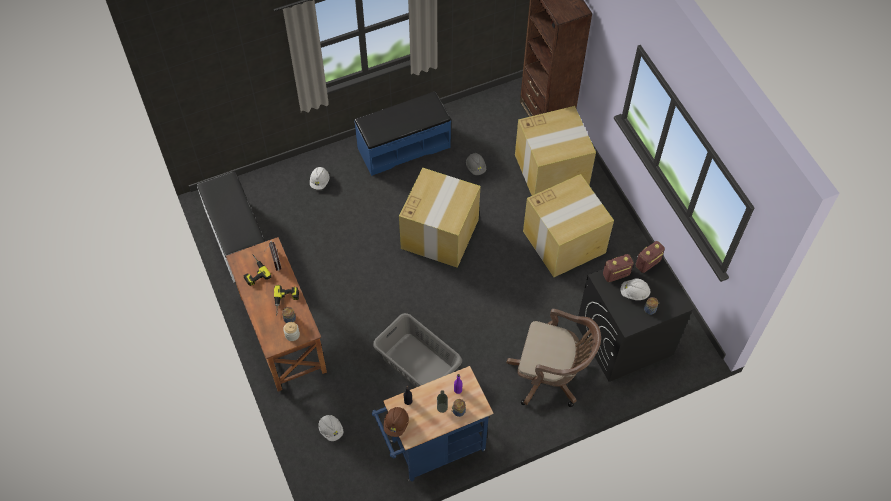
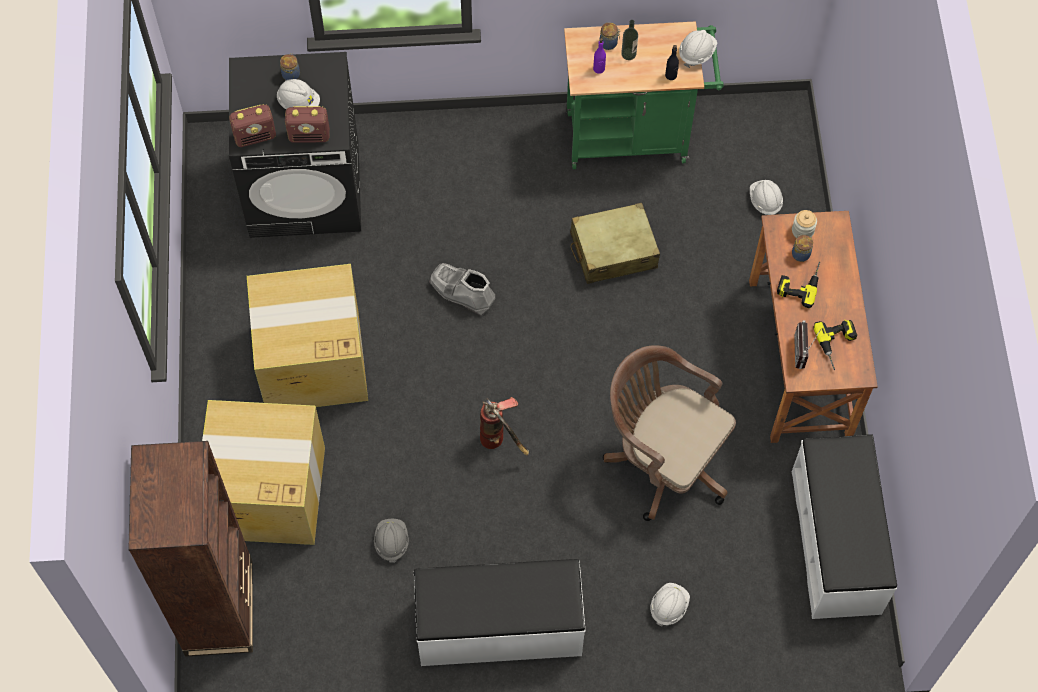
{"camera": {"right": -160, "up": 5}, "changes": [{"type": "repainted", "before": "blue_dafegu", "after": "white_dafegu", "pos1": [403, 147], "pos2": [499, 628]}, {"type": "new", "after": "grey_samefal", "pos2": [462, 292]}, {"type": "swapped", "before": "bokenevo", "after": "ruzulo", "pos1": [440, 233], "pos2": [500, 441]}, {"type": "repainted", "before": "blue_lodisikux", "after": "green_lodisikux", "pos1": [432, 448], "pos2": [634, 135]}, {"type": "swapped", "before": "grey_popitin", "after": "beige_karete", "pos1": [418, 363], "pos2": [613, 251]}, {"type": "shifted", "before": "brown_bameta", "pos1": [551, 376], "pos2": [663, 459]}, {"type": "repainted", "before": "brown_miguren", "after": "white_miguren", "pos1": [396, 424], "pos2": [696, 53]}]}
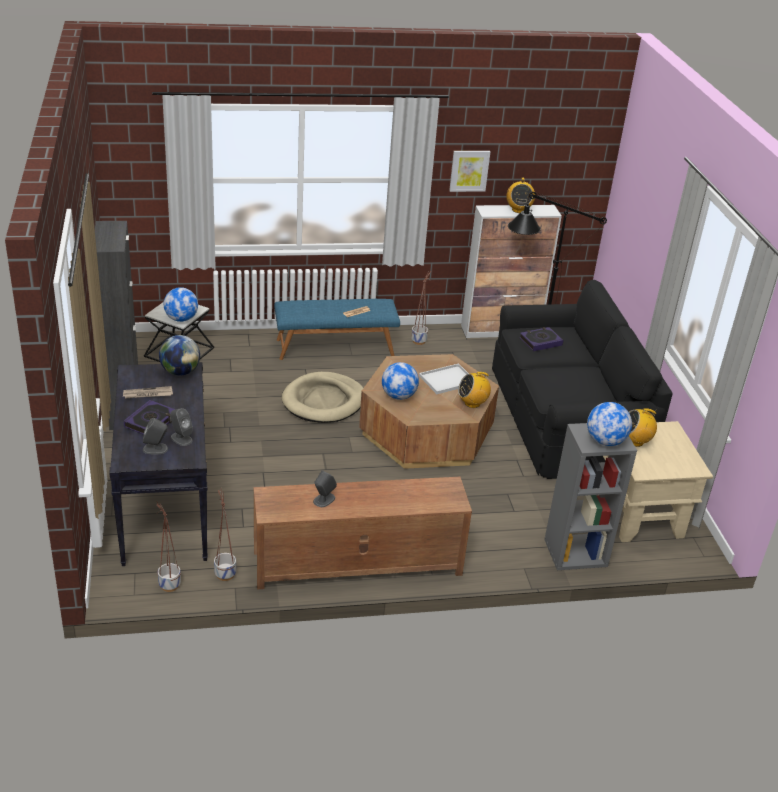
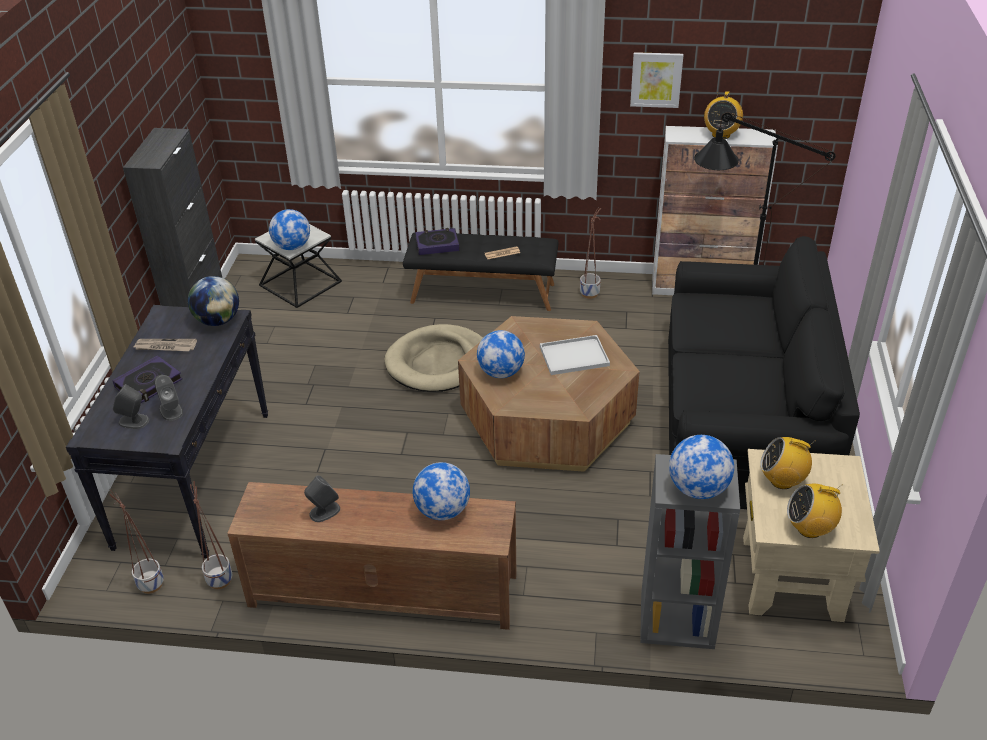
{"camera": {"right": 20, "up": 5}, "changes": [{"type": "repainted", "before": "blue_dafegu", "after": "black_dafegu", "pos1": [335, 347], "pos2": [483, 293]}, {"type": "new", "after": "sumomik", "pos2": [442, 511]}, {"type": "shifted", "before": "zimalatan", "pos1": [540, 341], "pos2": [437, 244]}, {"type": "shifted", "before": "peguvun", "pos1": [472, 403], "pos2": [810, 528]}]}
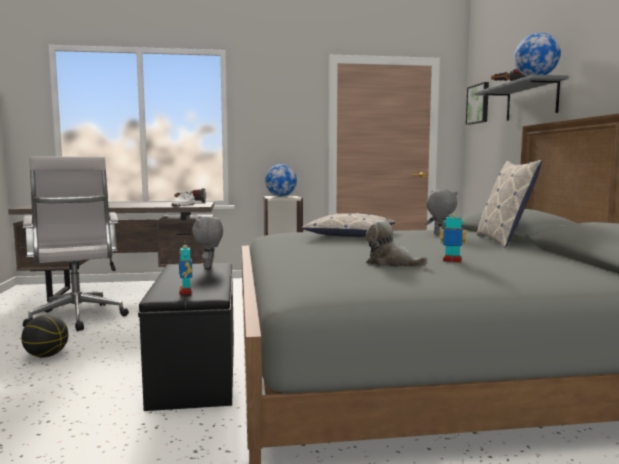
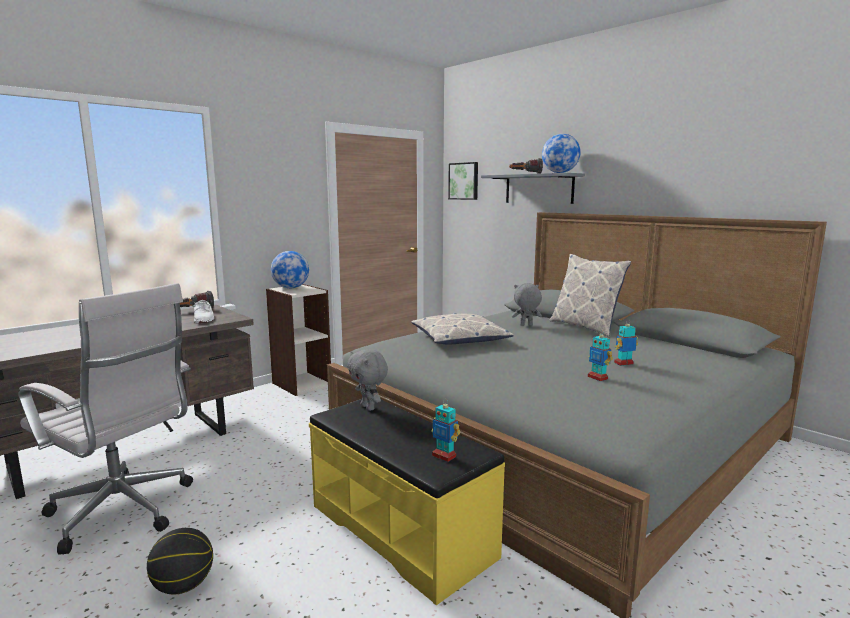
{"camera": {"right": -35, "up": 5}, "changes": [{"type": "repainted", "before": "black_dafegu", "after": "yellow_dafegu", "pos1": [197, 369], "pos2": [401, 529]}, {"type": "swapped", "before": "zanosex", "after": "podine", "pos1": [391, 263], "pos2": [598, 378]}]}
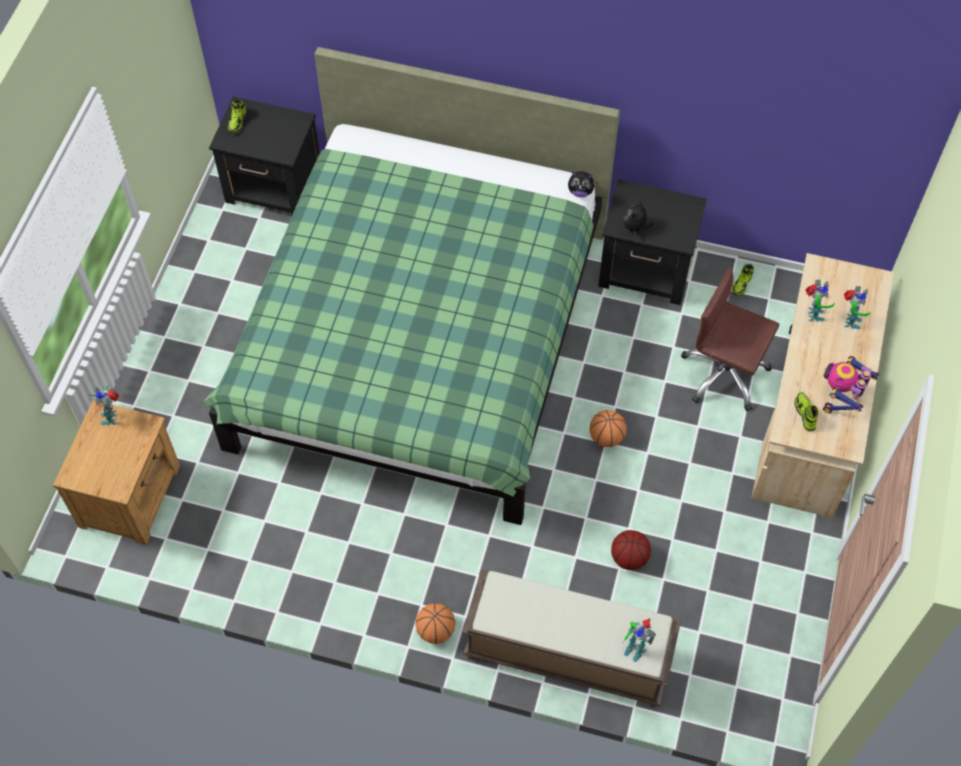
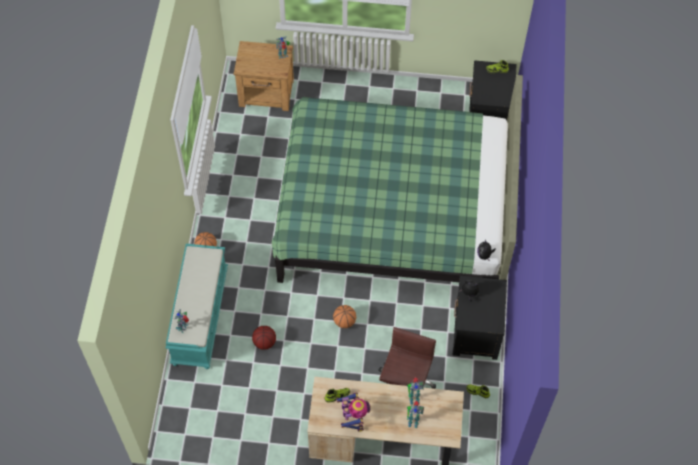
{"camera": {"right": 80, "up": 0}, "changes": [{"type": "repainted", "before": "brown_dafegu", "after": "turquoise_dafegu", "pos1": [566, 654], "pos2": [199, 315]}, {"type": "rotated", "before": "podine", "pos1": [841, 397], "pos2": [353, 417], "turn": 60}]}
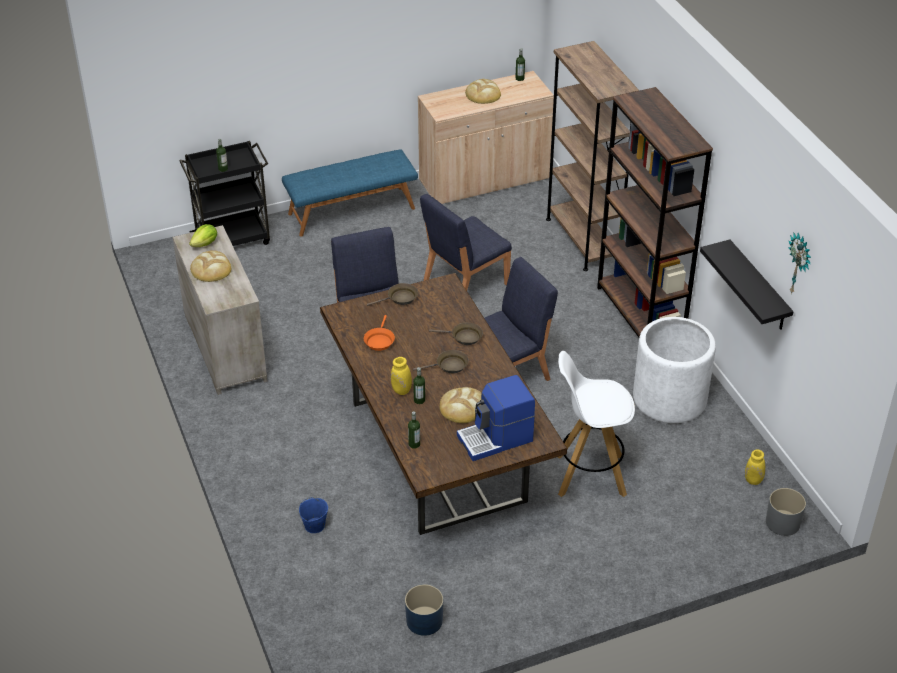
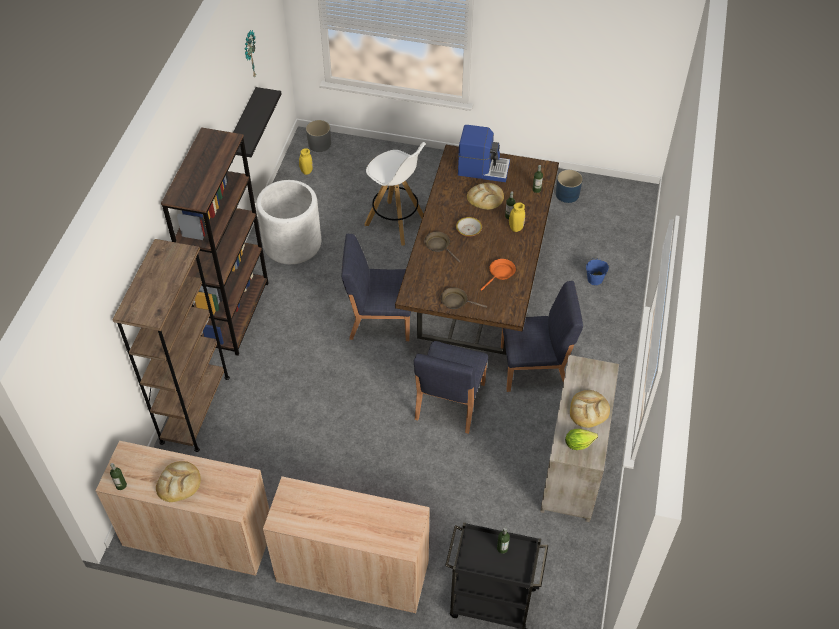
{"camera": {"right": -145, "up": 10}, "changes": [{"type": "swapped", "before": "blue_dafegu", "after": "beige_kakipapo", "pos1": [351, 210], "pos2": [353, 572]}, {"type": "swapped", "before": "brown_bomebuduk", "after": "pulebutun", "pos1": [449, 366], "pos2": [468, 230]}, {"type": "shifted", "before": "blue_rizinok", "pos1": [464, 283], "pos2": [535, 368]}]}
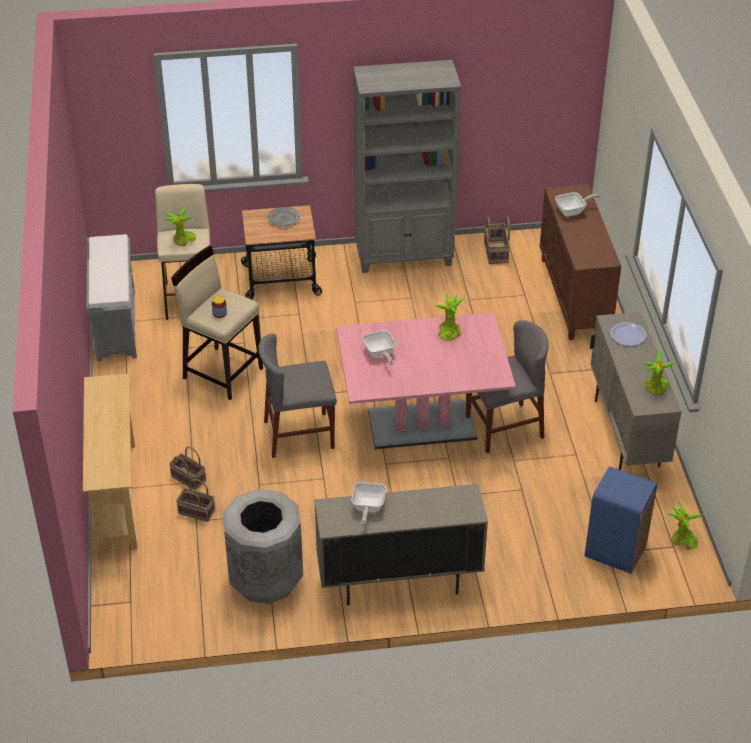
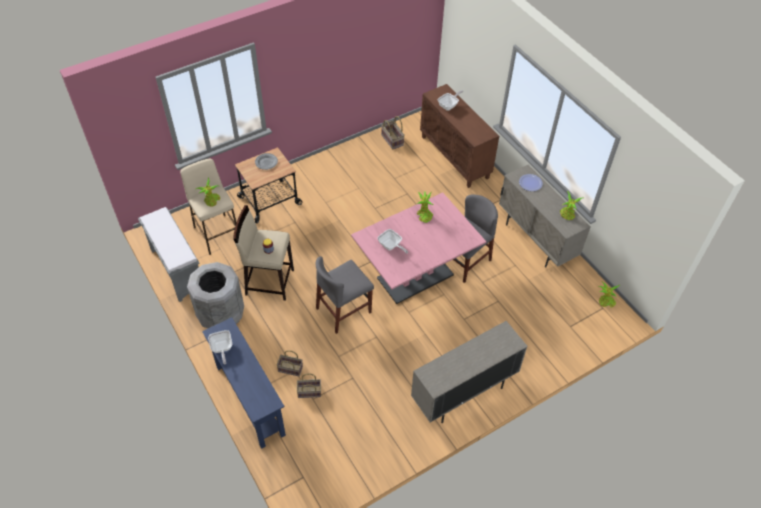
{"camera": {"right": -25, "up": 10}, "changes": [{"type": "shifted", "before": "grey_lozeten", "pos1": [265, 579], "pos2": [221, 315]}, {"type": "repainted", "before": "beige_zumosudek", "after": "blue_zumosudek", "pos1": [116, 496], "pos2": [249, 400]}, {"type": "shifted", "before": "bomebuduk", "pos1": [367, 508], "pos2": [222, 349]}, {"type": "gone", "before": "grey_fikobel", "pos1": [404, 256]}, {"type": "gone", "before": "blue_lozeten", "pos1": [615, 552]}]}
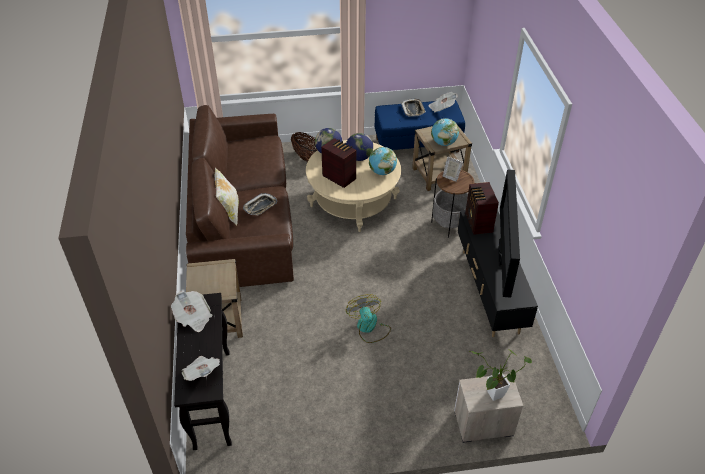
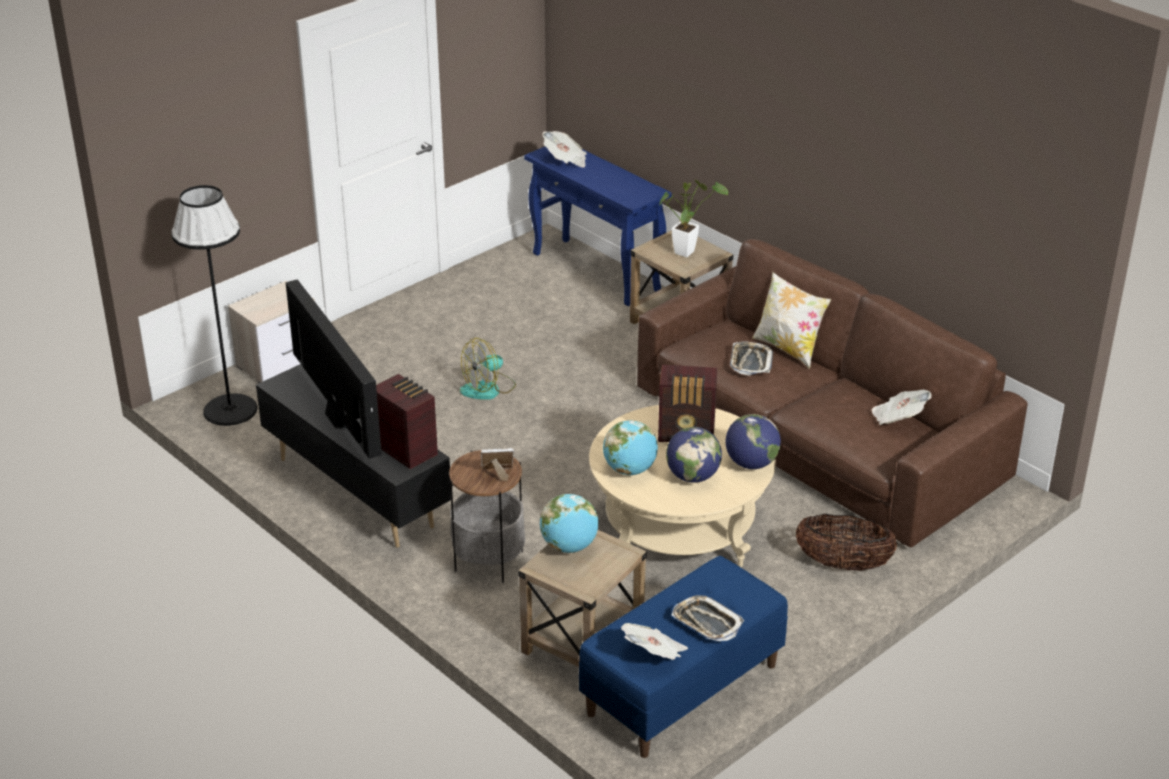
{"camera": {"right": 145, "up": -10}, "changes": [{"type": "new", "after": "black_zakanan", "pos2": [230, 410]}, {"type": "rotated", "before": "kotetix", "pos1": [369, 328], "pos2": [488, 389], "turn": 105}, {"type": "repainted", "before": "black_zumosudek", "after": "blue_zumosudek", "pos1": [212, 397], "pos2": [597, 272]}, {"type": "shifted", "before": "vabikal", "pos1": [491, 395], "pos2": [687, 250]}, {"type": "shifted", "before": "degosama", "pos1": [193, 318], "pos2": [898, 417]}]}
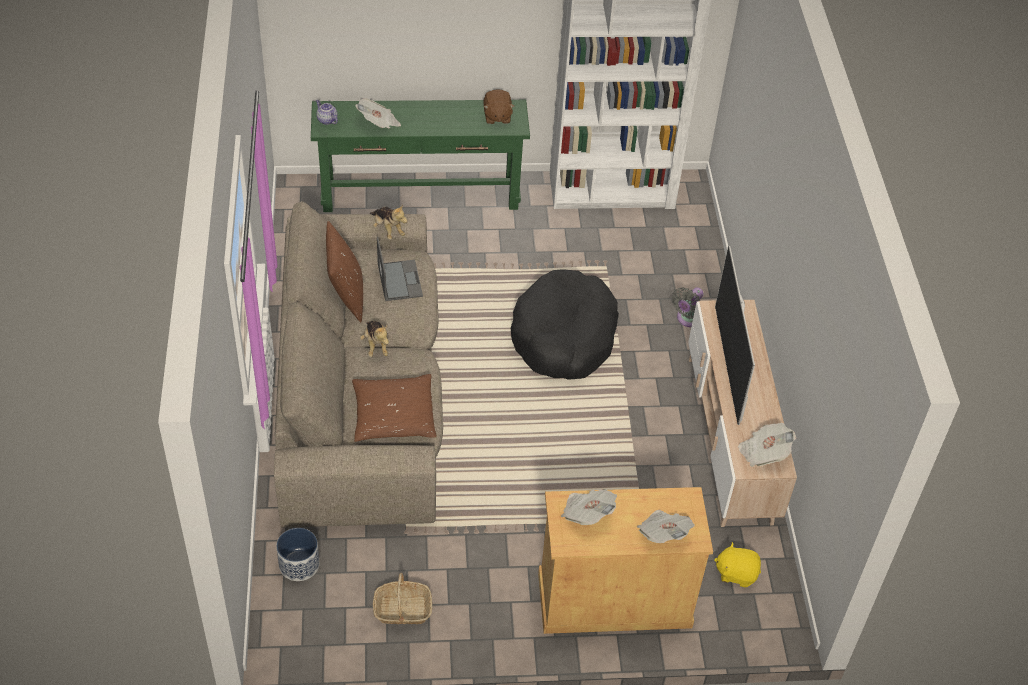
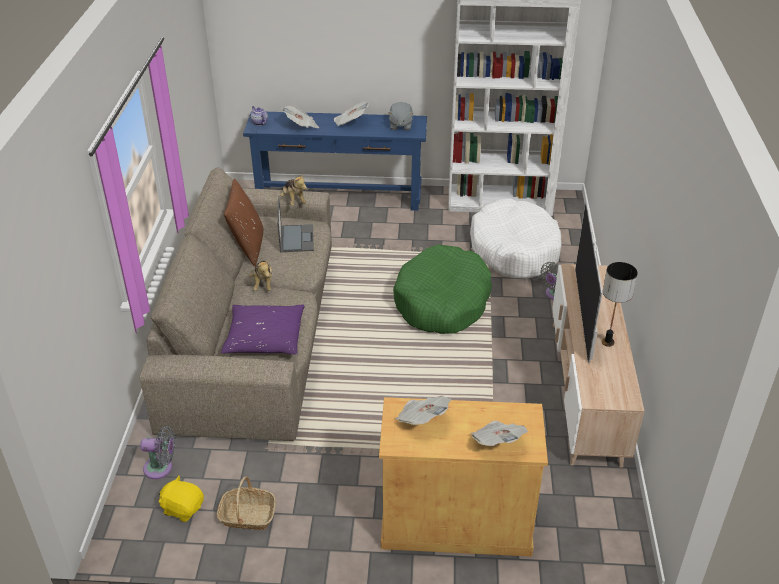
{"camera": {"right": 10, "up": -10}, "changes": [{"type": "swapped", "before": "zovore", "after": "grey_kotetix", "pos1": [299, 564], "pos2": [161, 468]}, {"type": "shifted", "before": "yellow_zanosex", "pos1": [736, 573], "pos2": [183, 508]}, {"type": "repainted", "before": "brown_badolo", "after": "purple_badolo", "pos1": [393, 416], "pos2": [264, 338]}, {"type": "repainted", "before": "green_zumosudek", "after": "blue_zumosudek", "pos1": [420, 194], "pos2": [339, 196]}, {"type": "shifted", "before": "degosama", "pos1": [763, 453], "pos2": [350, 122]}, {"type": "repainted", "before": "brown_zanosex", "after": "grey_zanosex", "pos1": [497, 116], "pos2": [400, 125]}, {"type": "repainted", "before": "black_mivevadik", "after": "green_mivevadik", "pos1": [564, 337], "pos2": [442, 302]}, {"type": "new", "after": "white_mivevadik", "pos2": [514, 250]}, {"type": "new", "after": "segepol", "pos2": [608, 342]}]}
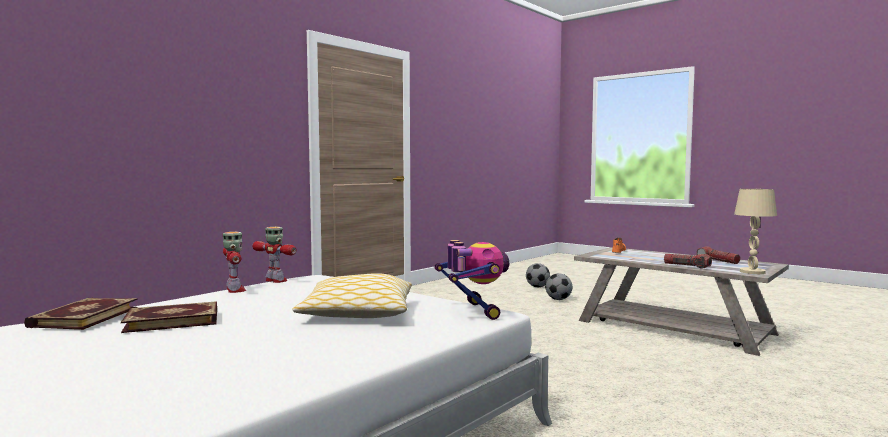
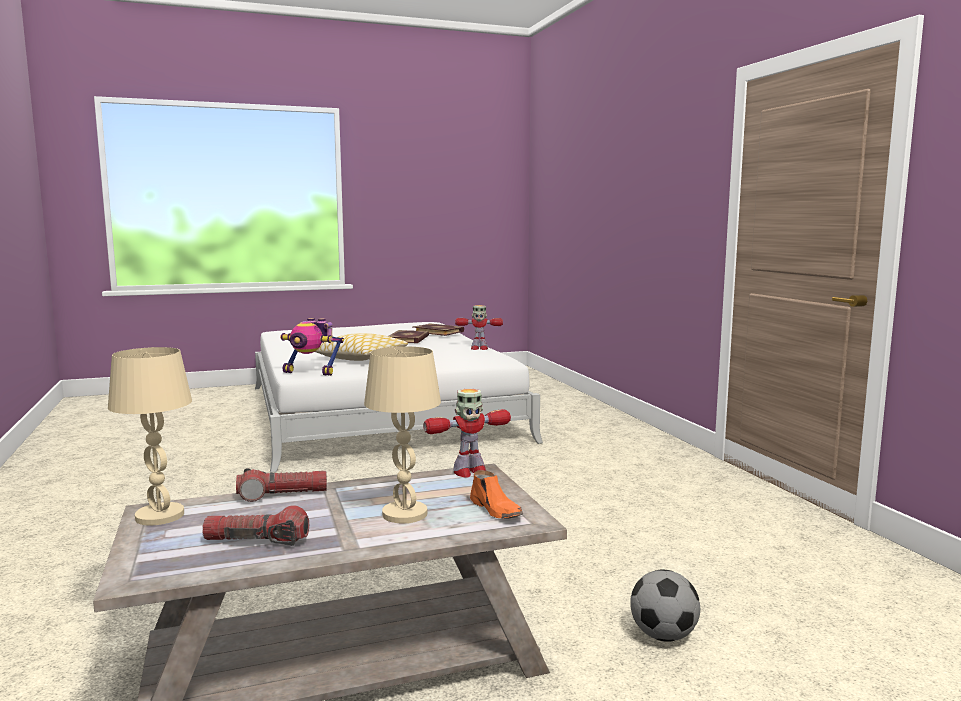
{"camera": {"right": 120, "up": 5}, "changes": [{"type": "new", "after": "beige_segepol", "pos2": [404, 514]}, {"type": "shifted", "before": "podine", "pos1": [276, 281], "pos2": [469, 472]}, {"type": "gone", "before": "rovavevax", "pos1": [537, 287]}]}
